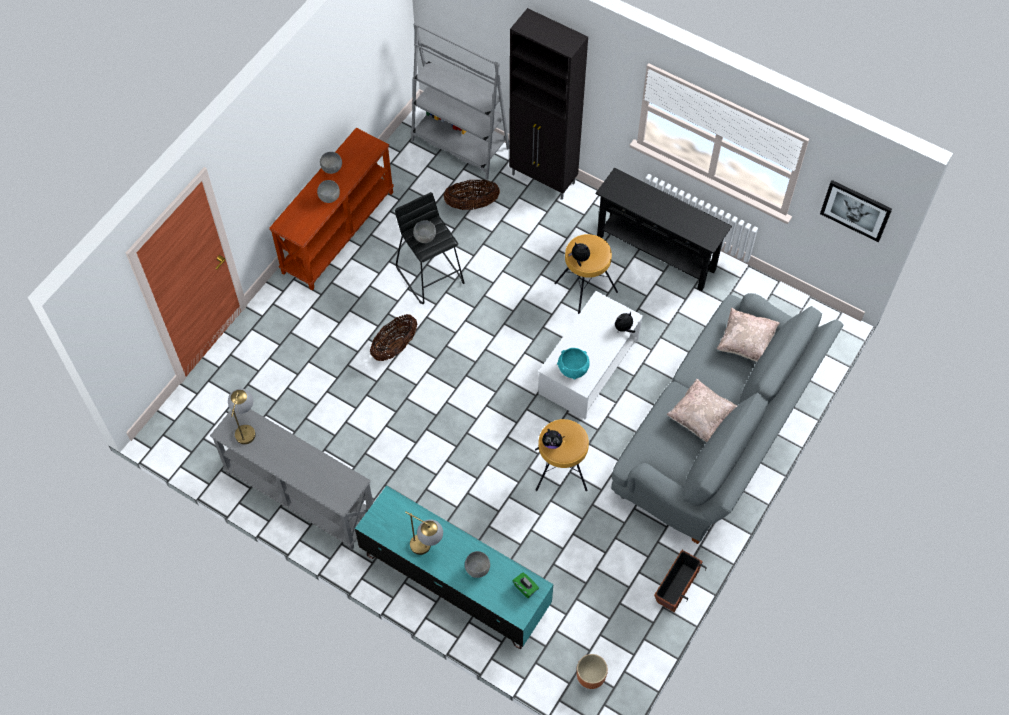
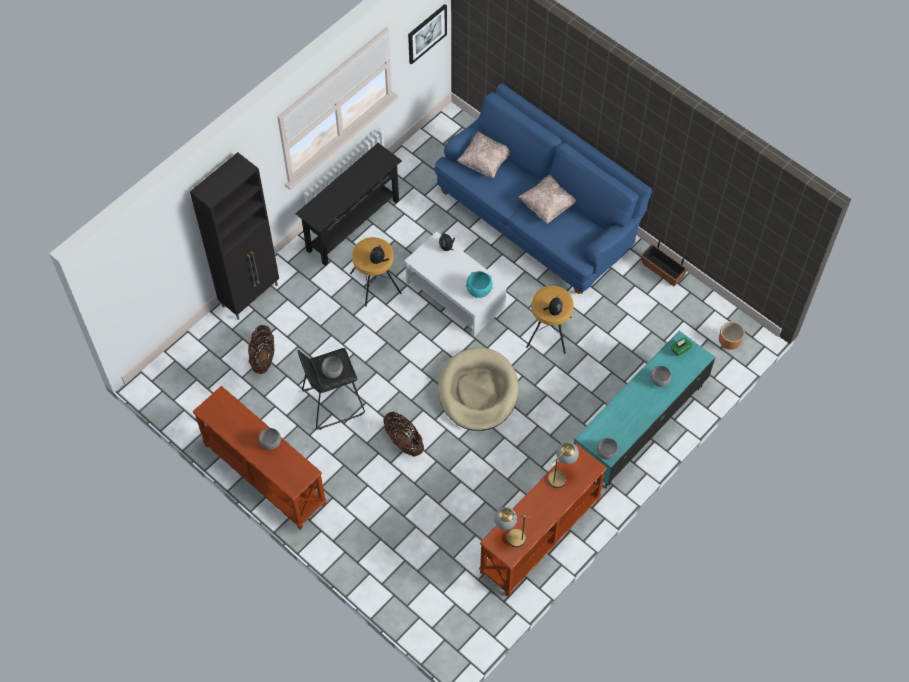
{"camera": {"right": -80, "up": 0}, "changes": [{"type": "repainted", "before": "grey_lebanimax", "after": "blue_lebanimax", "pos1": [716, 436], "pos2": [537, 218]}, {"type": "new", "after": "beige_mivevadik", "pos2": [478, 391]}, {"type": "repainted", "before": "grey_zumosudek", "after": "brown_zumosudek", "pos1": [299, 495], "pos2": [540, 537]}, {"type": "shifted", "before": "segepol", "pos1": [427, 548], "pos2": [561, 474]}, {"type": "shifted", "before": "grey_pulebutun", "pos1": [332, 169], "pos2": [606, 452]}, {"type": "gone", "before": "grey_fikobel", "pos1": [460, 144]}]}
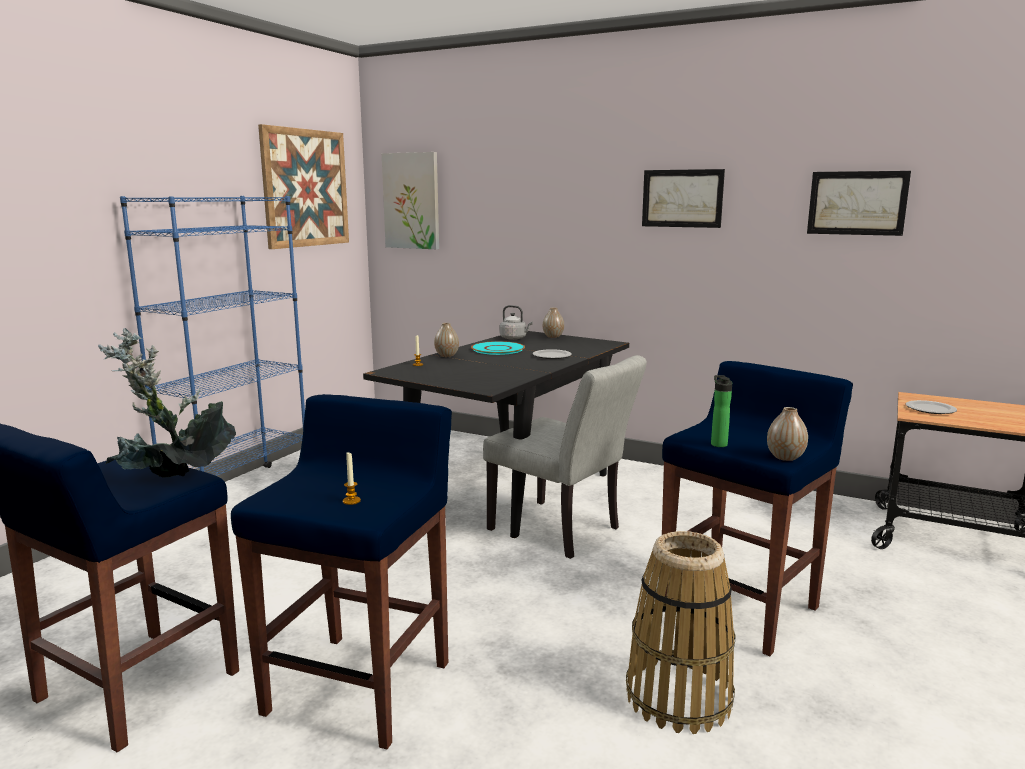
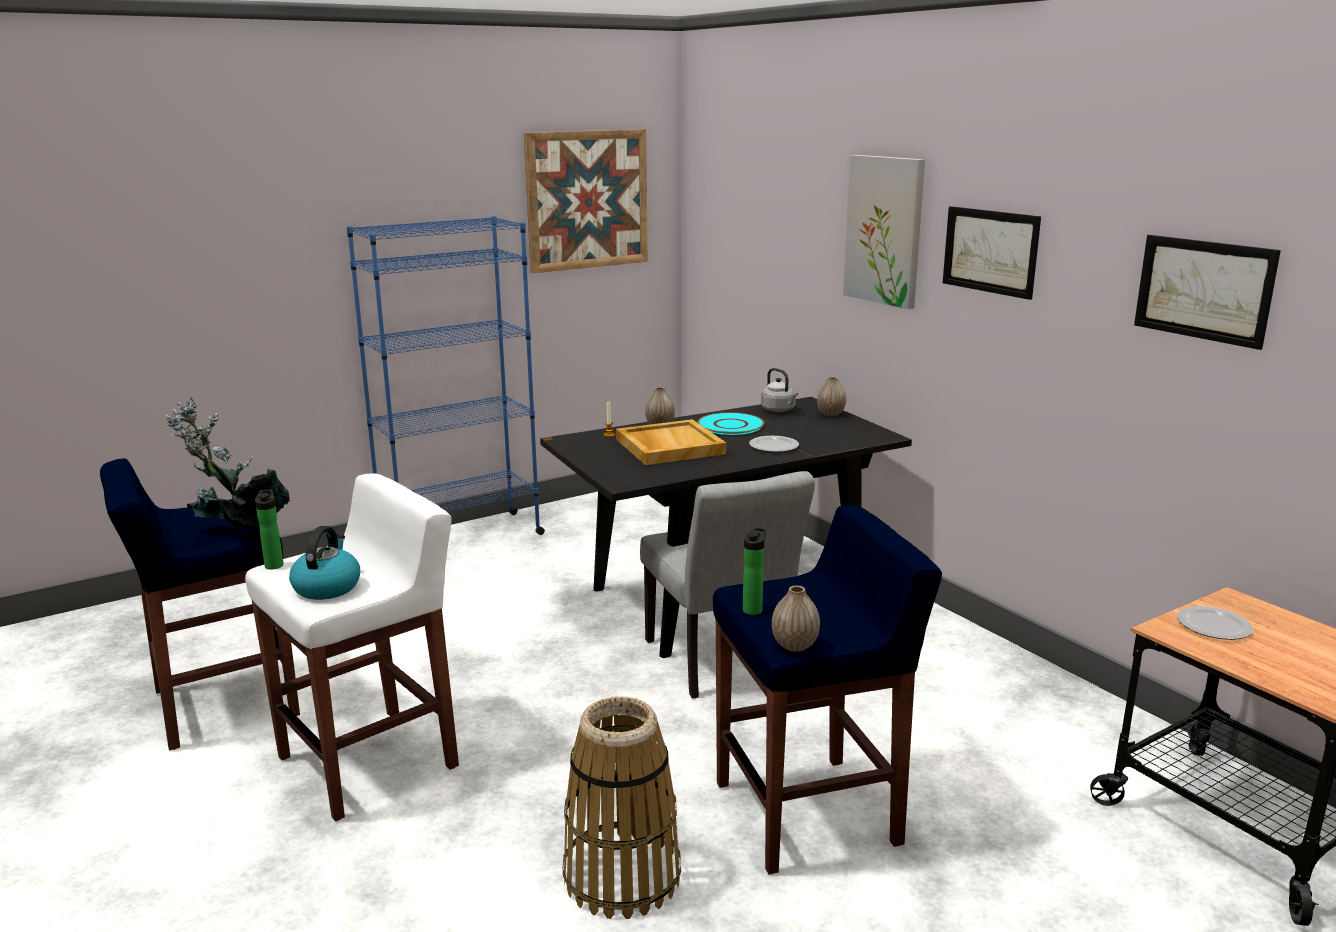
{"camera": {"right": 30, "up": 5}, "changes": [{"type": "repainted", "before": "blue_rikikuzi", "after": "white_rikikuzi", "pos1": [361, 686], "pos2": [371, 761]}, {"type": "new", "after": "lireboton", "pos2": [274, 564]}, {"type": "swapped", "before": "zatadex", "after": "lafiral", "pos1": [351, 501], "pos2": [327, 587]}, {"type": "new", "after": "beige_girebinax", "pos2": [669, 446]}, {"type": "shifted", "before": "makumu", "pos1": [412, 201], "pos2": [885, 230]}]}
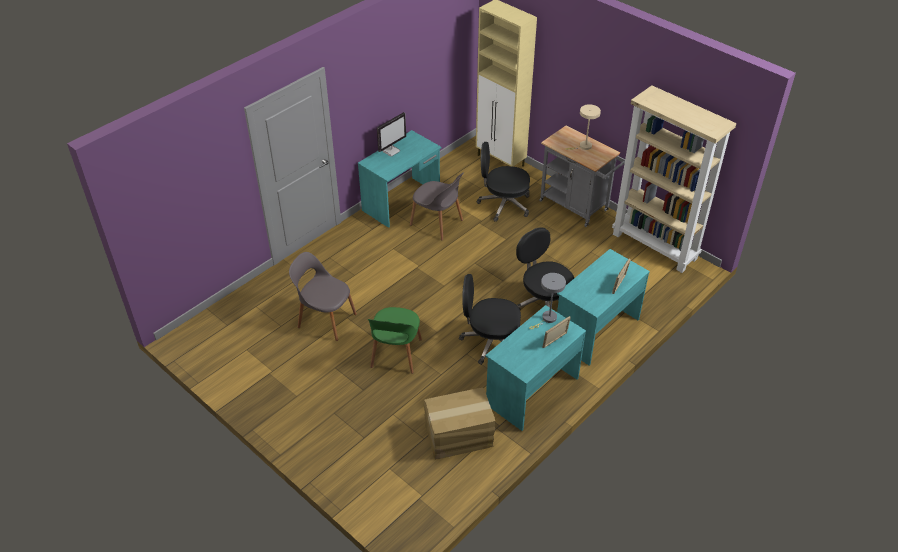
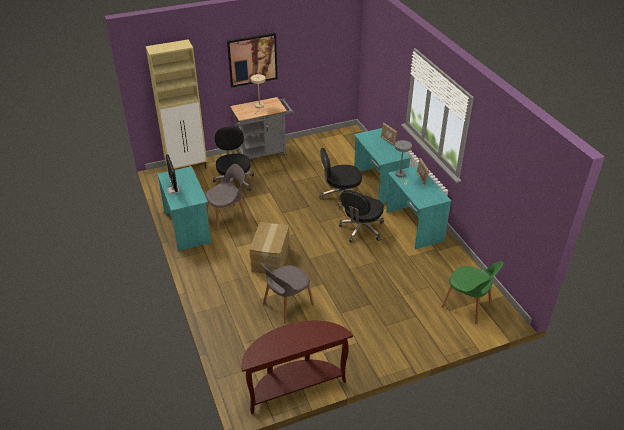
{"camera": {"right": -65, "up": -5}, "changes": [{"type": "rotated", "before": "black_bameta", "pos1": [503, 204], "pos2": [234, 182], "turn": 135}, {"type": "new", "after": "makumu", "pos2": [252, 59]}, {"type": "new", "after": "brown_zumosudek", "pos2": [294, 386]}, {"type": "shifted", "before": "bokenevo", "pos1": [459, 436], "pos2": [271, 259]}, {"type": "shifted", "before": "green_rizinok", "pos1": [396, 354], "pos2": [468, 305]}, {"type": "gone", "before": "beige_fikobel", "pos1": [655, 246]}]}
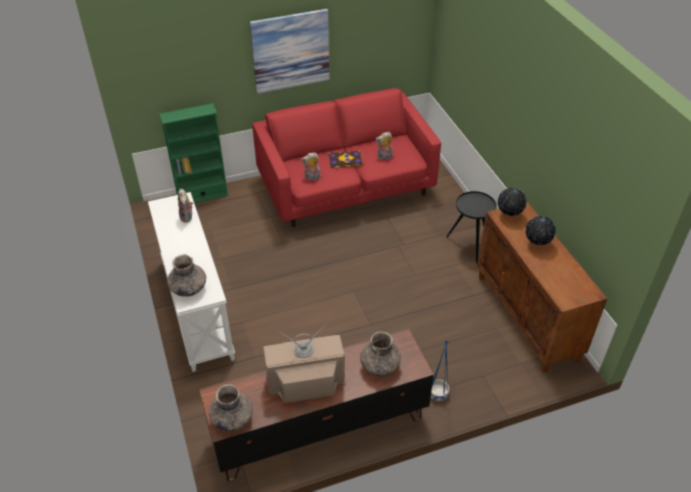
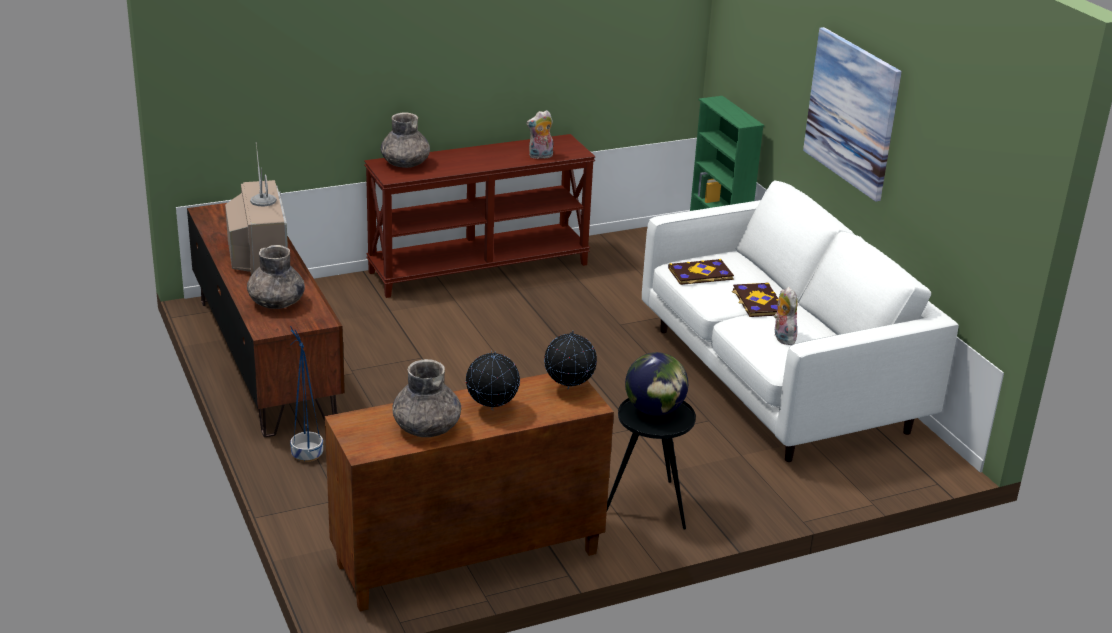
{"camera": {"right": 85, "up": -15}, "changes": [{"type": "repainted", "before": "white_zumosudek", "after": "brown_zumosudek", "pos1": [196, 308], "pos2": [479, 267]}, {"type": "shifted", "before": "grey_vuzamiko", "pos1": [232, 418], "pos2": [427, 427]}, {"type": "new", "after": "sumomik", "pos2": [654, 410]}, {"type": "repainted", "before": "red_lebanimax", "after": "white_lebanimax", "pos1": [346, 188], "pos2": [777, 379]}, {"type": "swapped", "before": "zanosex", "after": "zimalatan", "pos1": [312, 178], "pos2": [700, 274]}]}
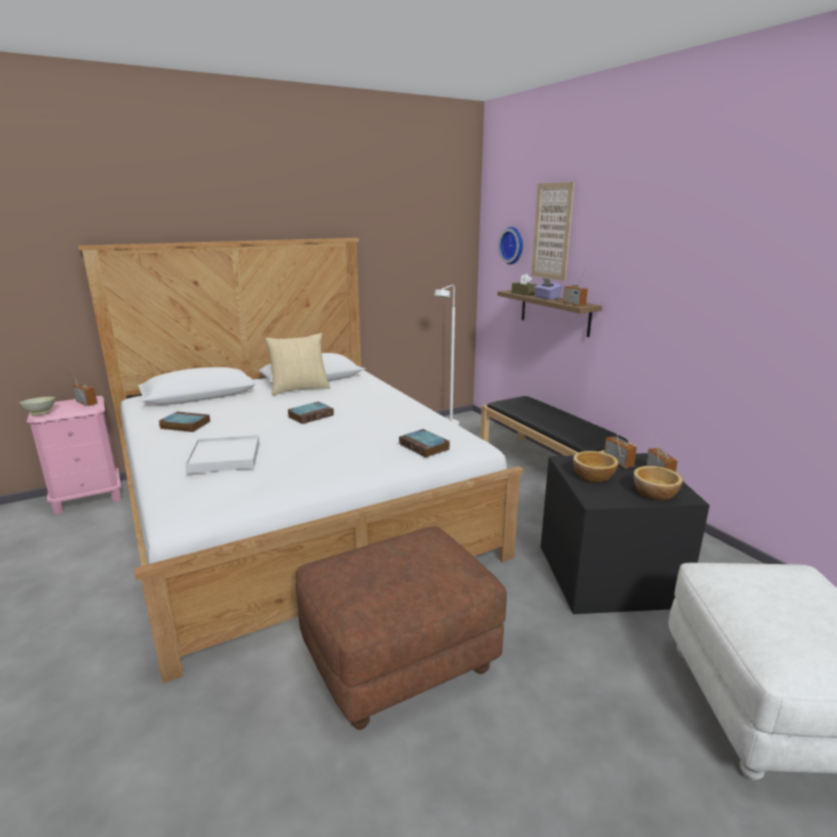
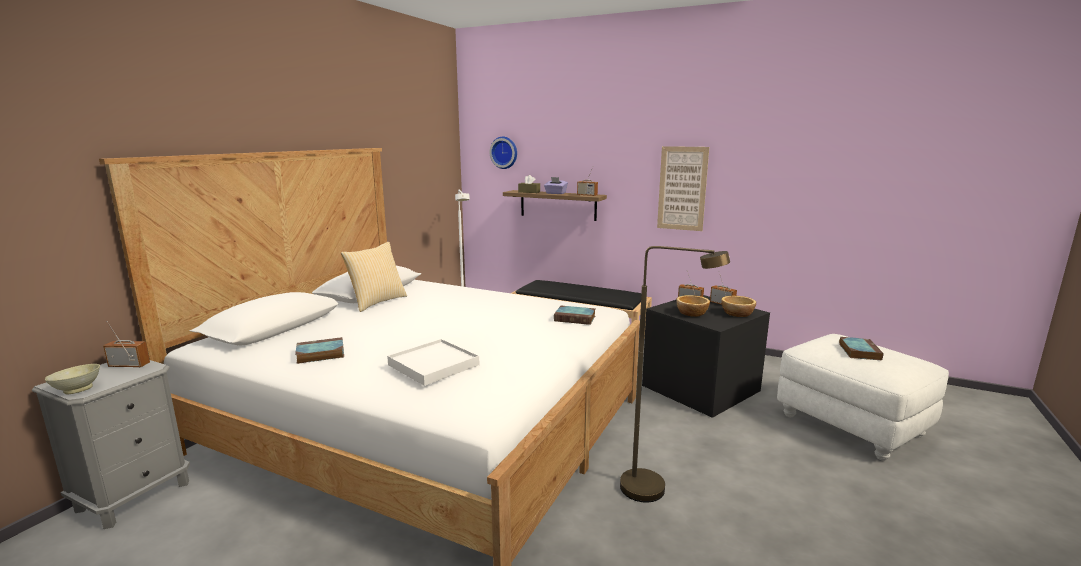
{"camera": {"right": -35, "up": -5}, "changes": [{"type": "repainted", "before": "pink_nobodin", "after": "grey_nobodin", "pos1": [88, 498], "pos2": [134, 496]}, {"type": "swapped", "before": "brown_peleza", "after": "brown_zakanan", "pos1": [400, 660], "pos2": [655, 490]}, {"type": "shifted", "before": "makumu", "pos1": [552, 231], "pos2": [682, 188]}, {"type": "shifted", "before": "zimalatan", "pos1": [311, 415], "pos2": [858, 351]}]}
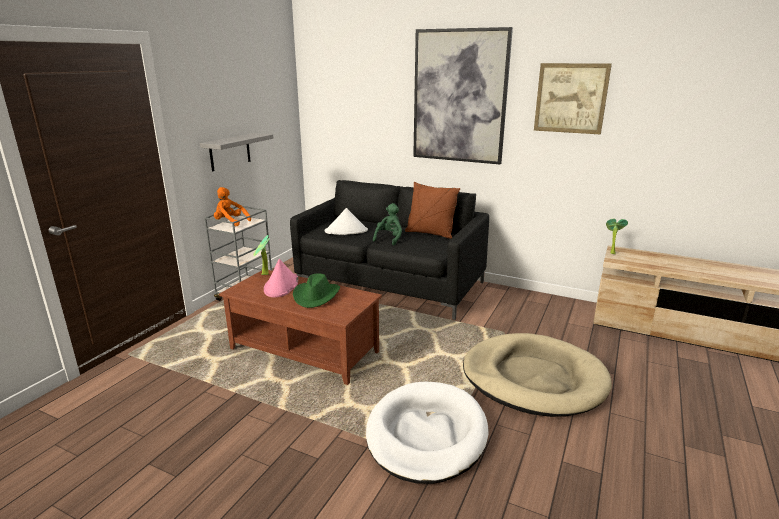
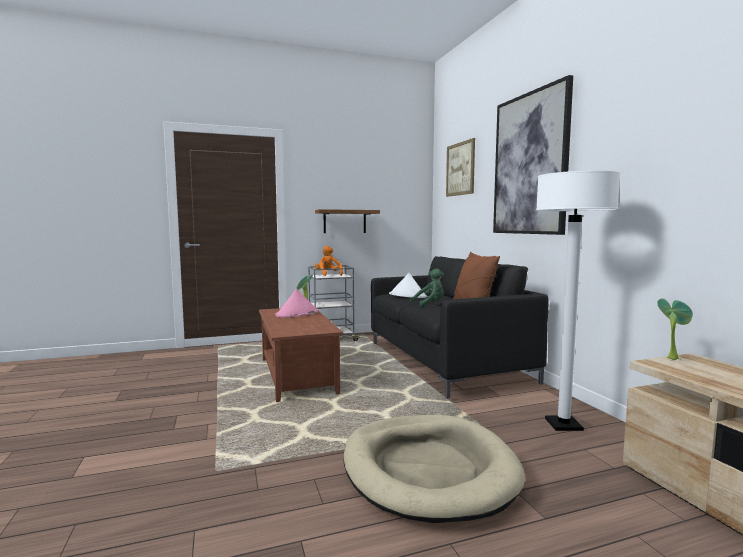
{"camera": {"right": 45, "up": -15}, "changes": [{"type": "repainted", "before": "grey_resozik", "after": "brown_resozik", "pos1": [230, 152], "pos2": [344, 221]}, {"type": "shifted", "before": "makumu", "pos1": [570, 98], "pos2": [460, 169]}, {"type": "new", "after": "white_zakanan", "pos2": [563, 425]}, {"type": "gone", "before": "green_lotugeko", "pos1": [316, 296]}, {"type": "gone", "before": "white_mivevadik", "pos1": [426, 434]}]}
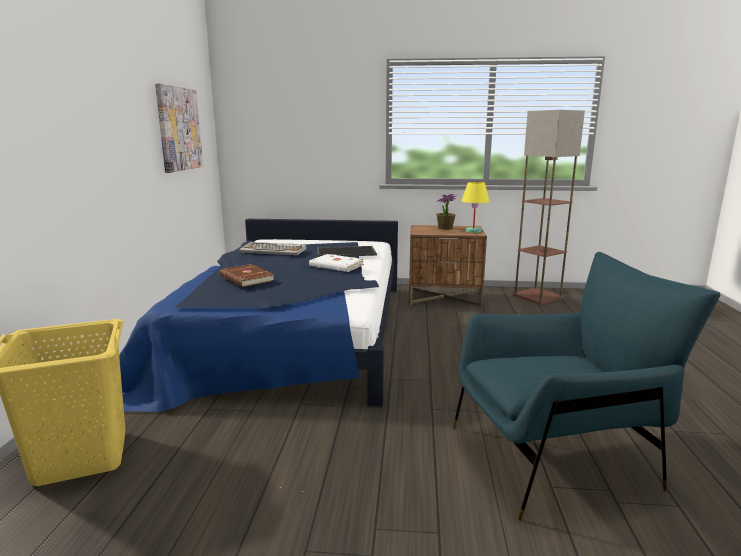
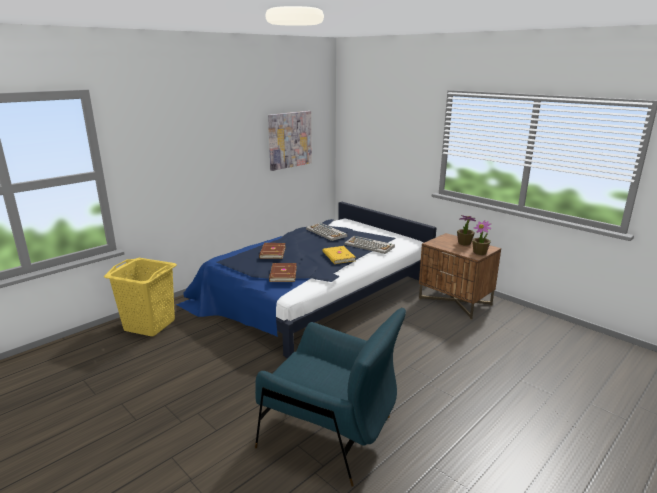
{"camera": {"right": 40, "up": 5}, "changes": [{"type": "new", "after": "brown_zimalatan", "pos2": [282, 274]}, {"type": "repainted", "before": "white_zimalatan", "after": "yellow_zimalatan", "pos1": [336, 266], "pos2": [338, 257]}, {"type": "swapped", "before": "girebinax", "after": "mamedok", "pos1": [346, 252], "pos2": [369, 246]}, {"type": "swapped", "before": "yellow_segepol", "after": "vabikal", "pos1": [473, 231], "pos2": [480, 252]}, {"type": "gone", "before": "zakanan", "pos1": [537, 297]}]}
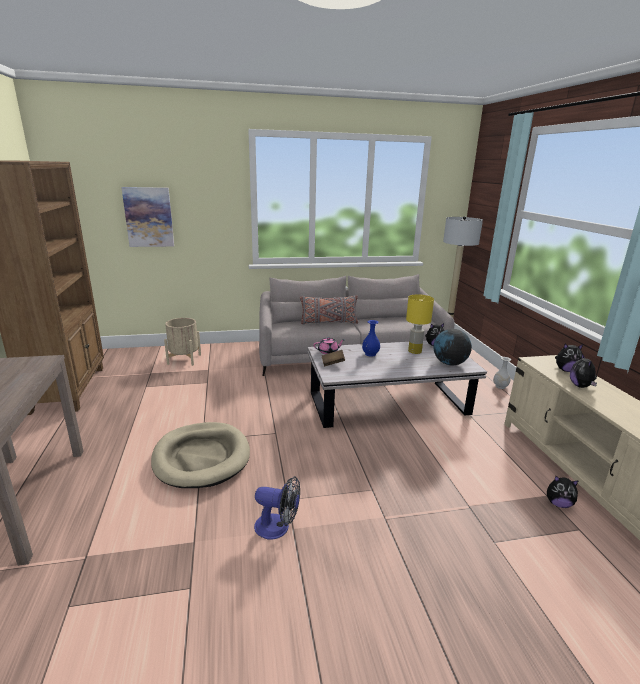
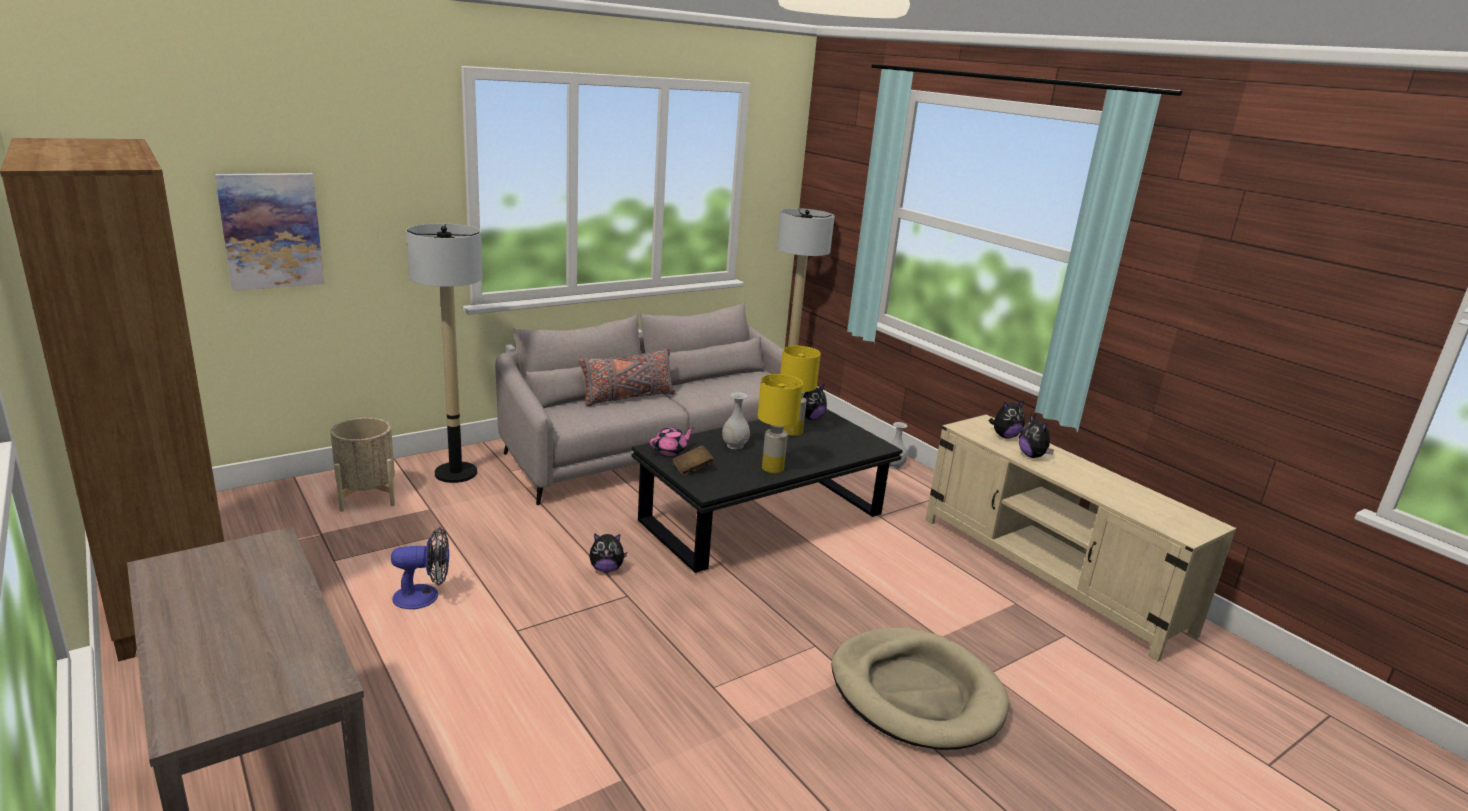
{"camera": {"right": -25, "up": 0}, "changes": [{"type": "shifted", "before": "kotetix", "pos1": [278, 527], "pos2": [424, 596]}, {"type": "new", "after": "zakanan", "pos2": [456, 473]}, {"type": "shifted", "before": "zanosex", "pos1": [558, 504], "pos2": [606, 569]}, {"type": "repainted", "before": "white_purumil", "after": "black_purumil", "pos1": [389, 404], "pos2": [763, 519]}, {"type": "repainted", "before": "blue_vuzamiko", "after": "white_vuzamiko", "pos1": [370, 354], "pos2": [734, 445]}, {"type": "new", "after": "yellow_segepol", "pos2": [772, 468]}, {"type": "shifted", "before": "beige_mivevadik", "pos1": [202, 457], "pos2": [916, 693]}, {"type": "gone", "before": "sumomik", "pos1": [449, 363]}]}
